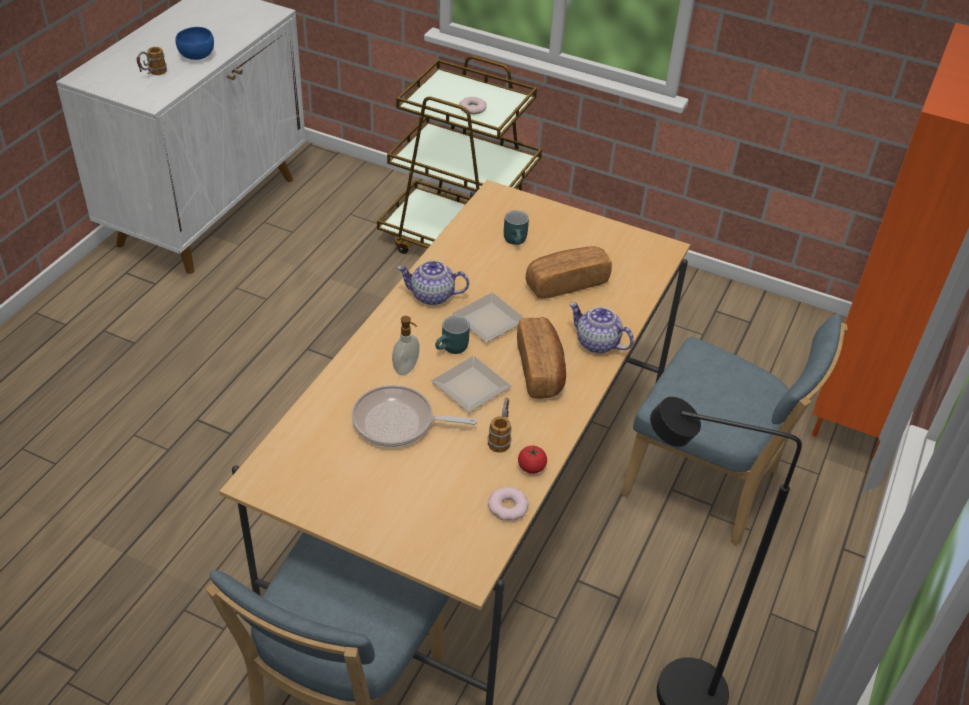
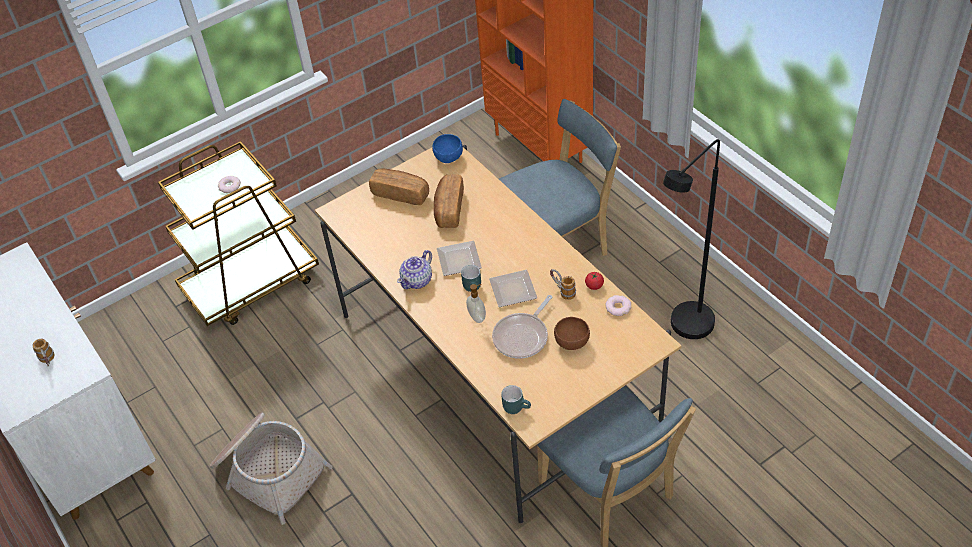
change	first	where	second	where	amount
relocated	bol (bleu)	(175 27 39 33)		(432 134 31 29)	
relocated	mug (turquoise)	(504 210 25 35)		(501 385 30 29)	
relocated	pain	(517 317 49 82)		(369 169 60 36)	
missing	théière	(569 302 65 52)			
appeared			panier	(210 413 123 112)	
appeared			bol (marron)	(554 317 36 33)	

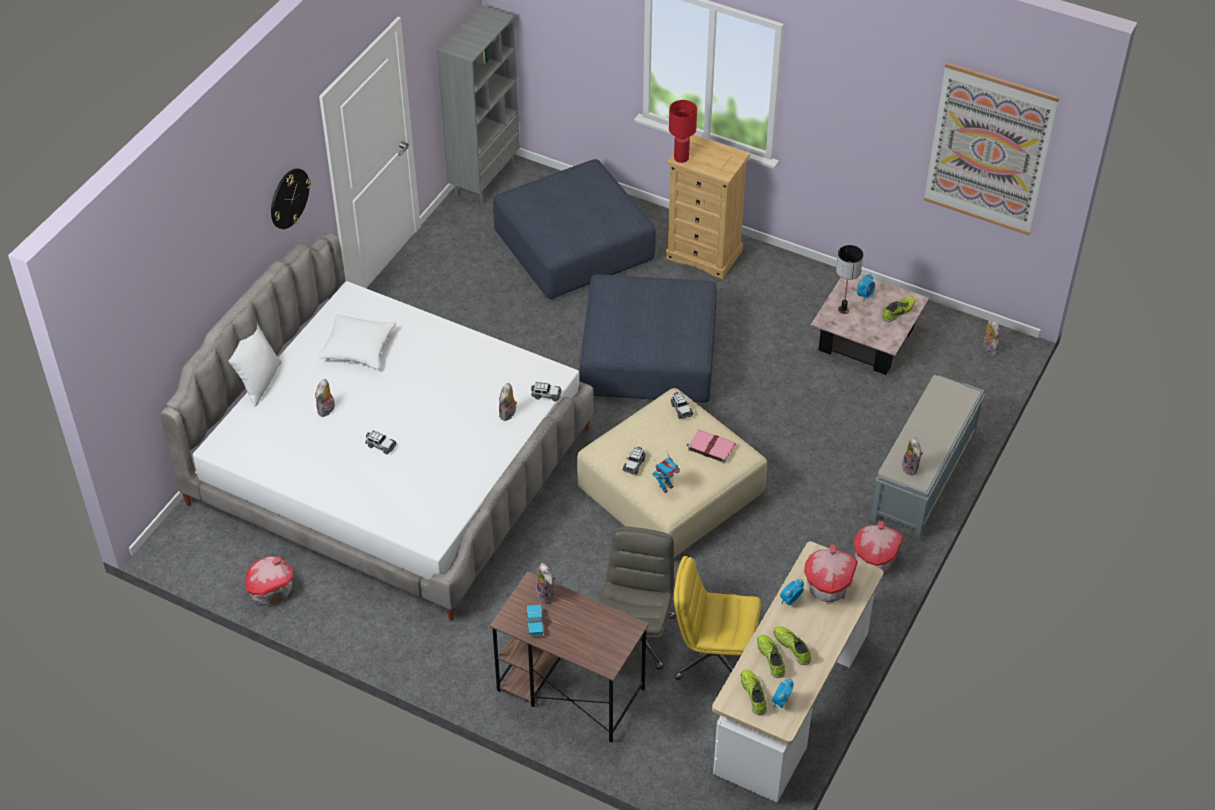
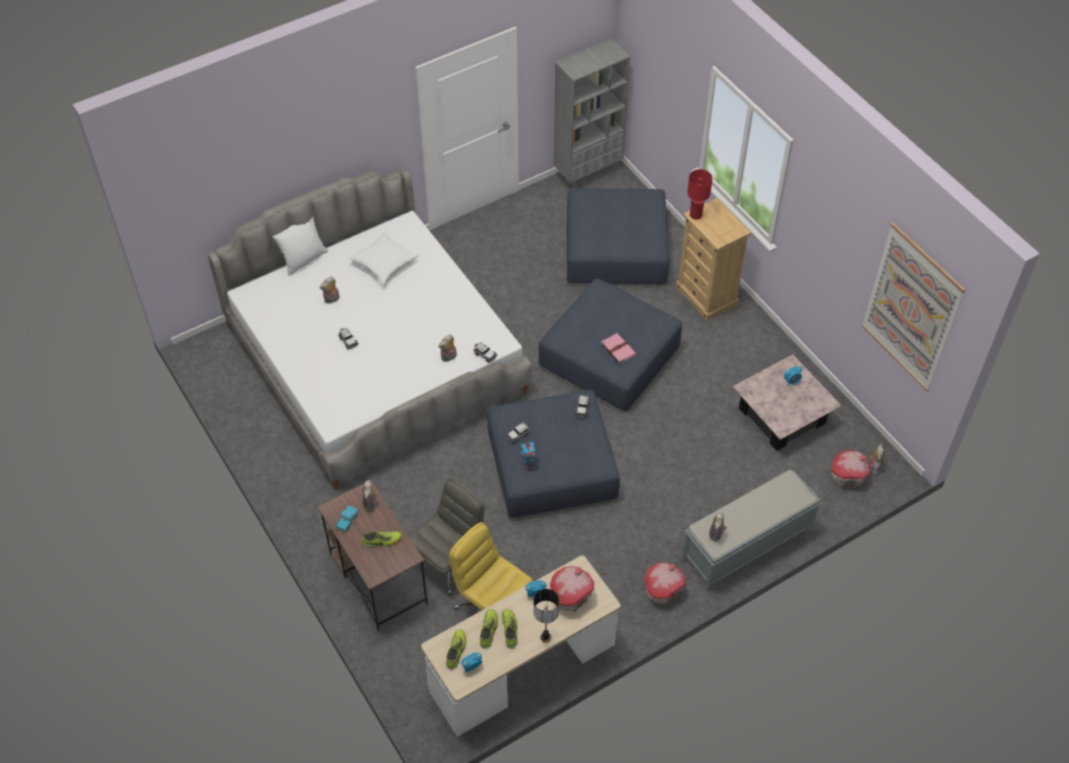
change	first	where	second	where	amount
relocated	maison miniature	(245 556 49 51)		(832 450 39 38)	
missing	horloge murale	(271 168 40 61)			
colour	pouf (beige)	(577 388 190 169)	pouf (bleu)	(488 390 132 128)	
relocated	livre (rose)	(686 429 50 34)		(601 333 35 31)	
relocated	lampe de table	(836 245 27 69)		(533 589 26 54)	
relocated	chaussure	(882 296 33 26)		(362 531 40 17)	

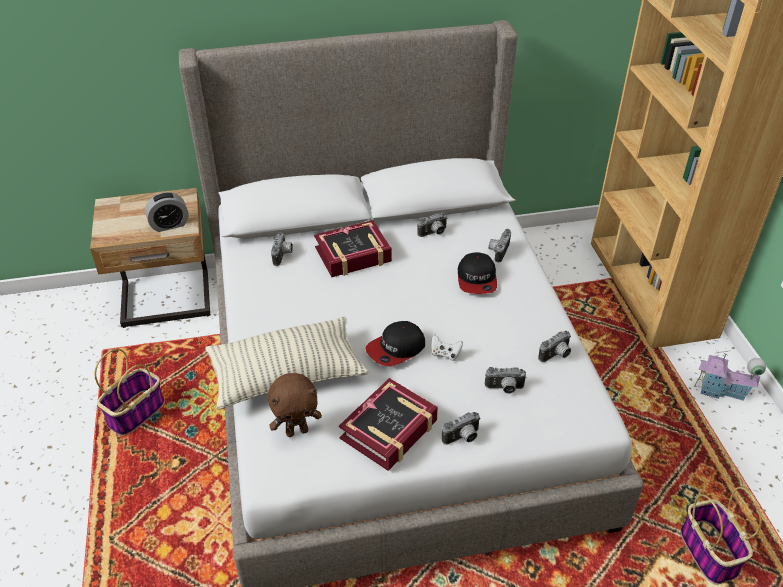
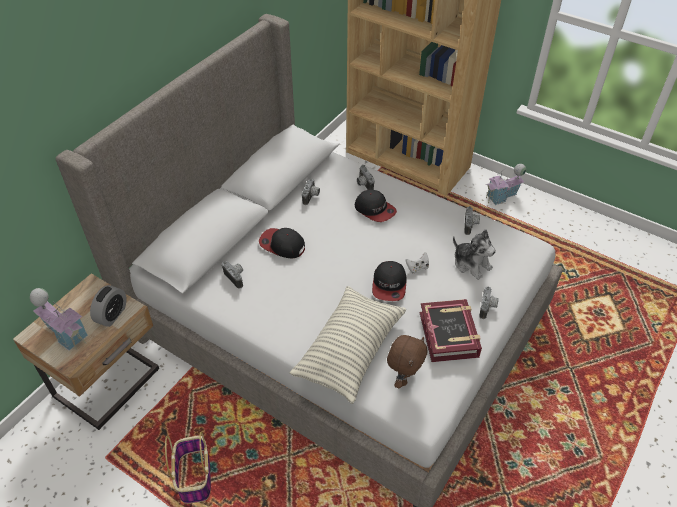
change	first	where	second	where	amount
exchanged	livre	(314 220 78 57)	casquette	(259 228 46 30)	
exchanged	appareil photo	(485 367 42 27)	peluche	(453 229 43 51)	
missing	panier	(680 487 82 98)			
appeared			maison miniature	(30 288 58 63)	

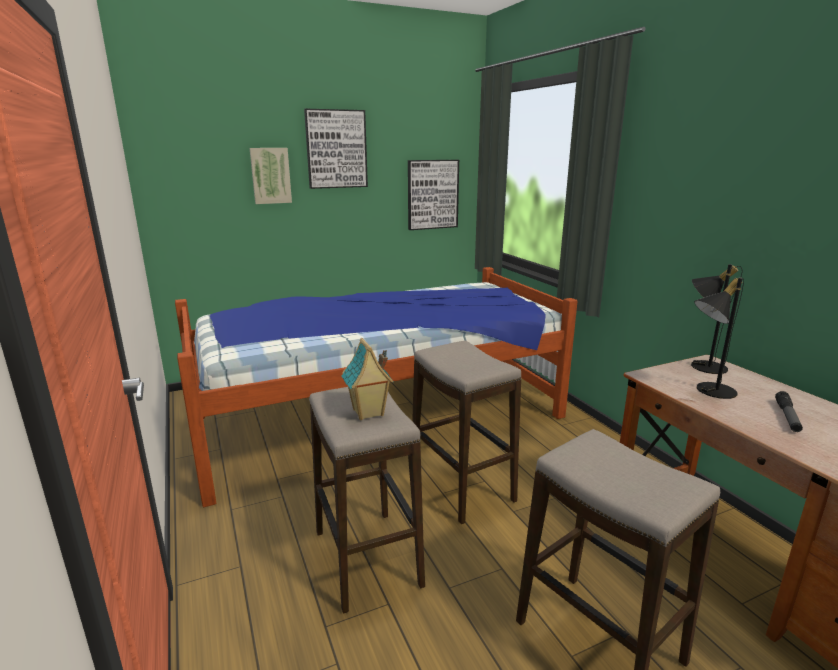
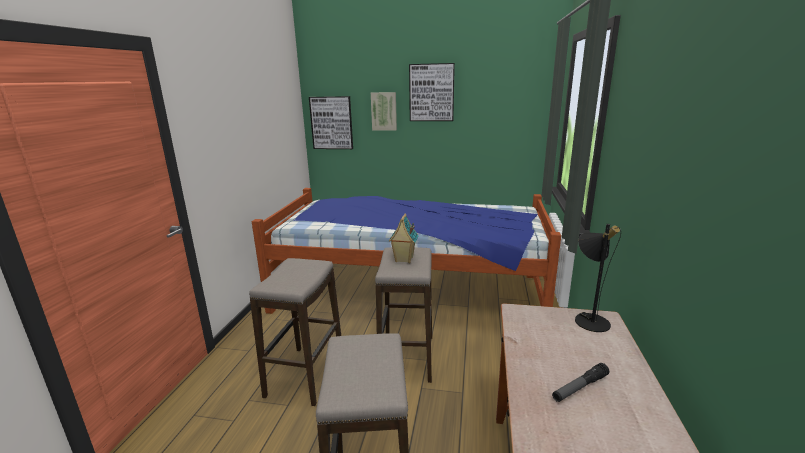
change	first	where	second	where	amount
relocated	maison miniature	(341 338 53 82)		(389 214 30 49)	
relocated	tableau	(408 160 51 70)		(309 96 44 53)	
missing	lampe de table (noir)	(694 278 50 121)			

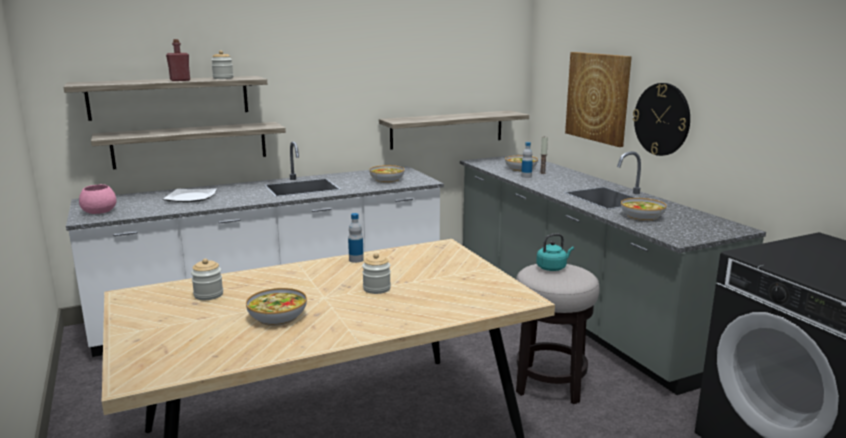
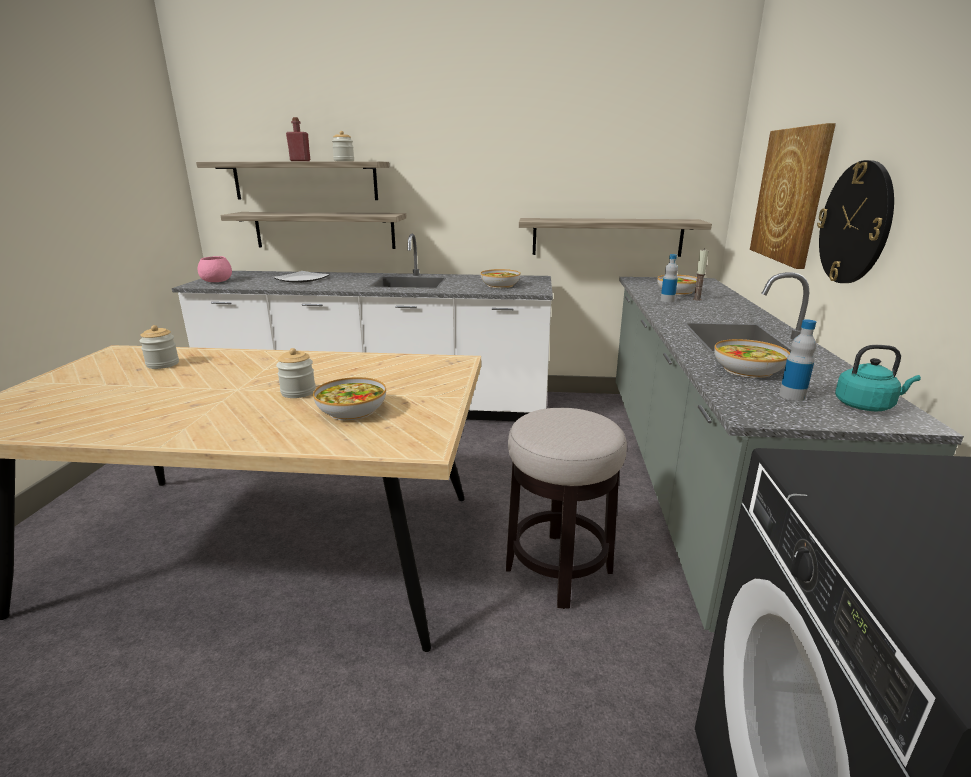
change	first	where	second	where	amount
relocated	bol	(246 288 61 38)		(313 377 73 44)	
relocated	bouteille	(348 213 16 50)		(779 319 37 82)	
relocated	bouilloire (turquoise)	(536 233 38 38)		(835 345 86 66)	

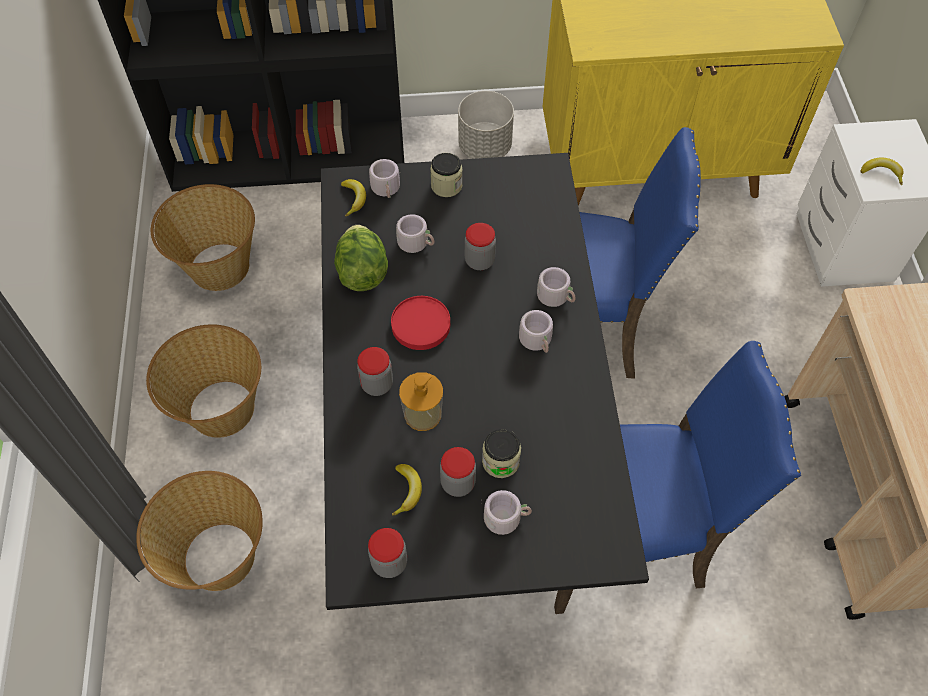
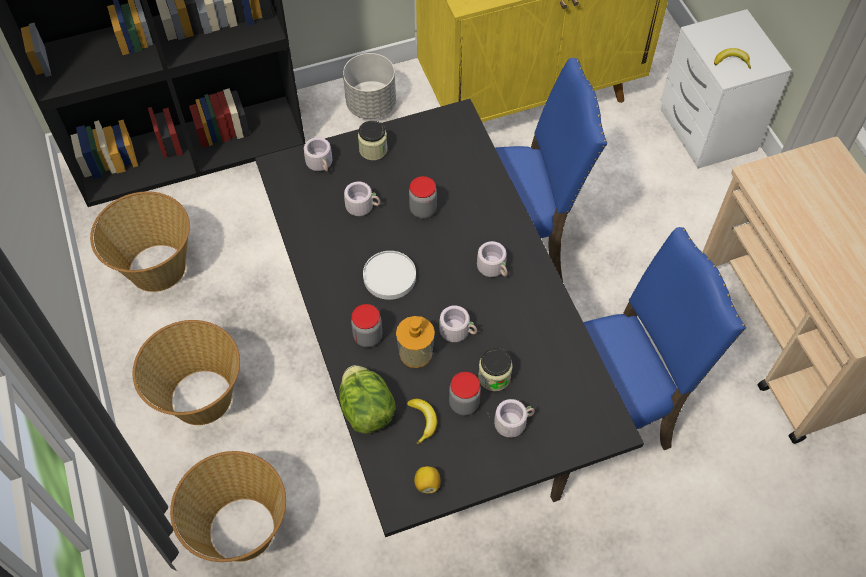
change	first	where	second	where	amount
relocated	laitue	(334 225 54 66)		(339 365 56 69)	
missing	banane	(341 179 25 37)			
exchanged	bocal	(368 528 39 50)	citron	(414 466 27 28)	
colour	assiette (rouge)	(391 296 59 54)	assiette (blanc)	(363 251 53 49)	
relocated	mug (gris)	(537 267 39 40)		(439 306 38 36)	

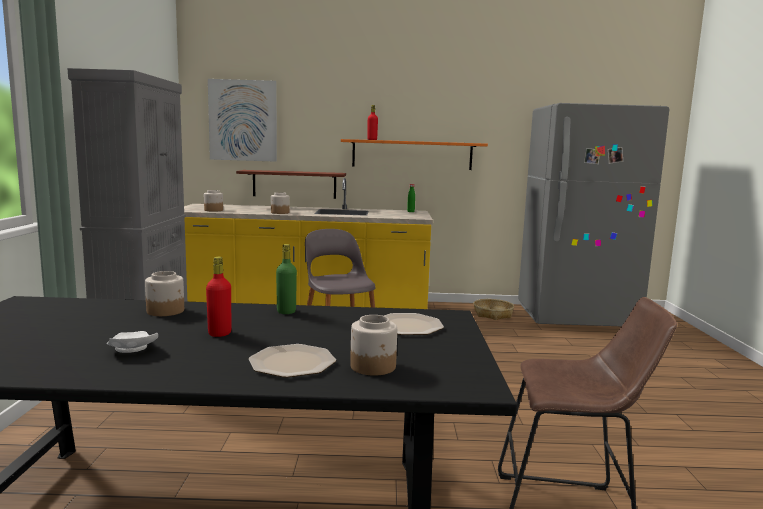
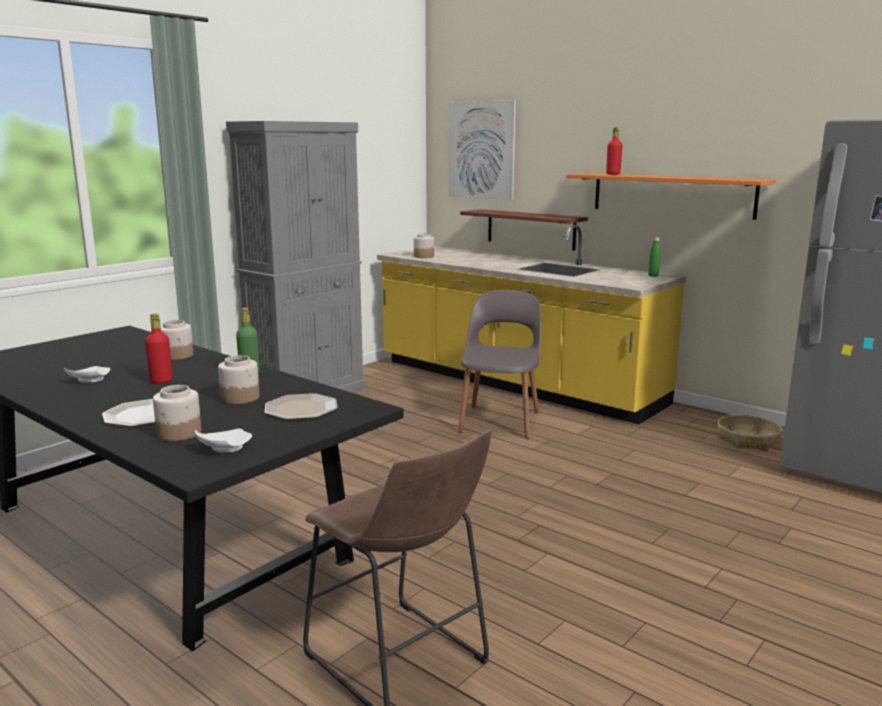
change	first	where	second	where	amount
relocated	bocal	(271 192 19 22)		(218 355 41 49)	
appeared			assiette (blanc)	(195 429 57 23)	

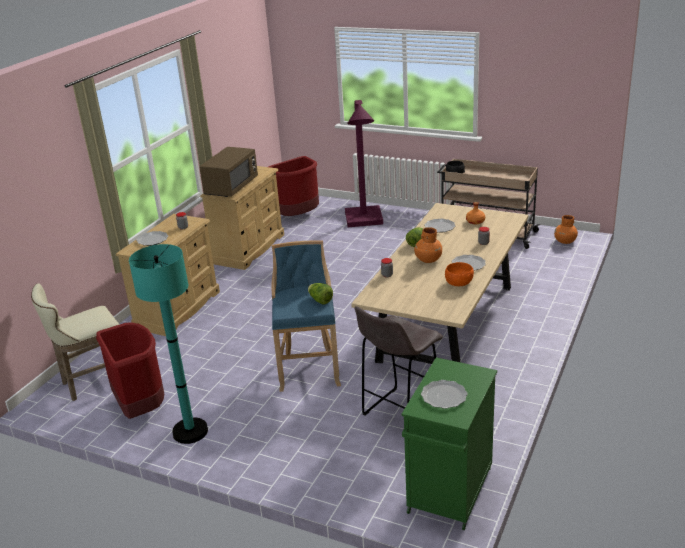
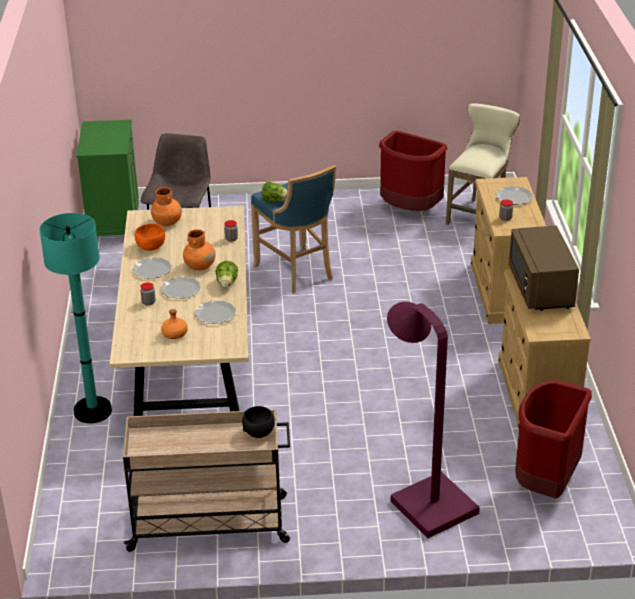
change	first	where	second	where	amount
relocated	lampadaire (turquoise)	(129 244 79 200)		(39 213 73 210)	
relocated	assiette	(421 380 47 29)		(161 276 40 23)	
relocated	vase (orange)	(554 215 24 29)		(151 187 31 39)	

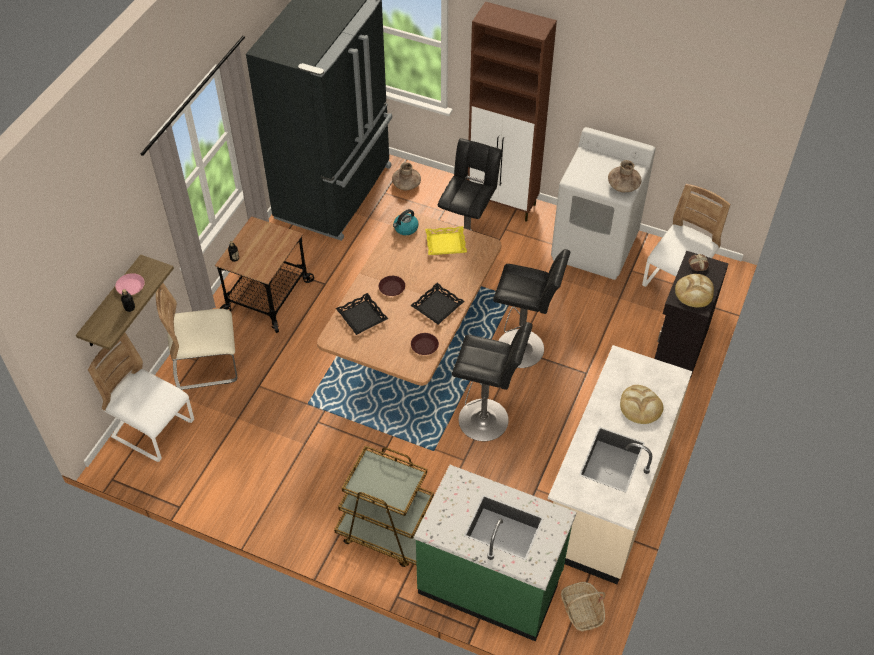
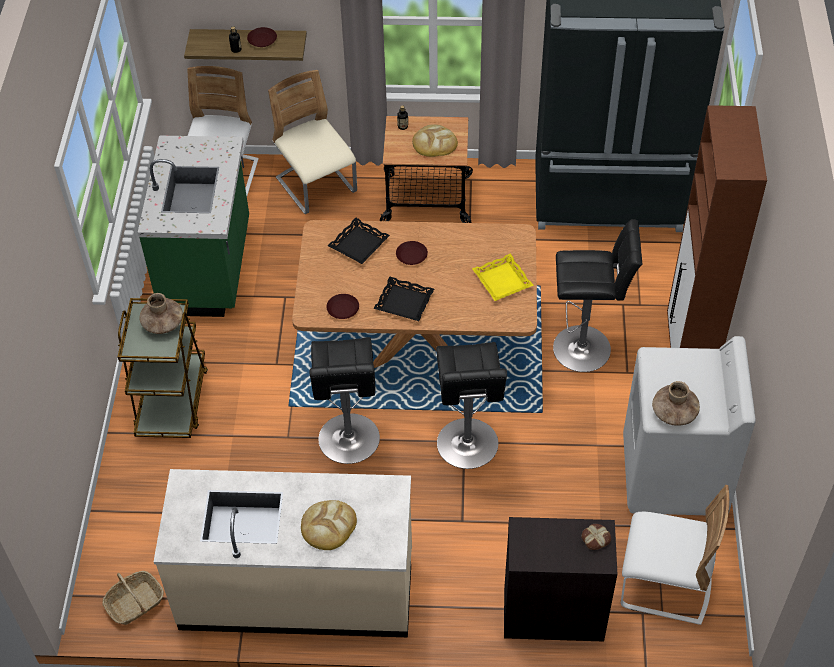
change	first	where	second	where	amount
colour	assiette (rose)	(115 273 30 22)	assiette (marron)	(247 27 30 20)	
relocated	vase (marron)	(392 162 29 29)		(139 293 44 41)	
missing	bouilloire	(393 209 26 26)			
relocated	comptoir de cuisine (vert)	(414 465 163 176)		(138 135 111 182)	
relocated	pain	(675 274 39 34)		(412 124 46 33)	

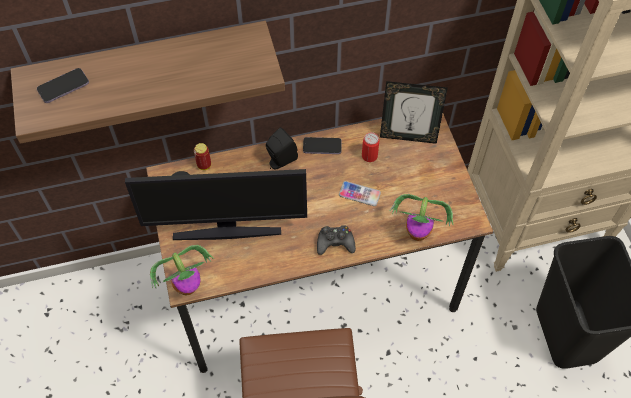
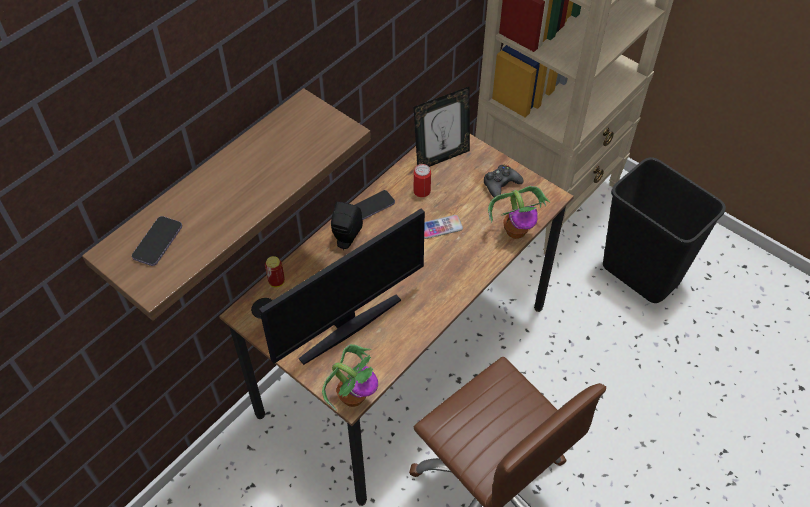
change	first	where	second	where	amount
relocated	manette (noir)	(317 225 39 30)		(484 165 40 33)	

